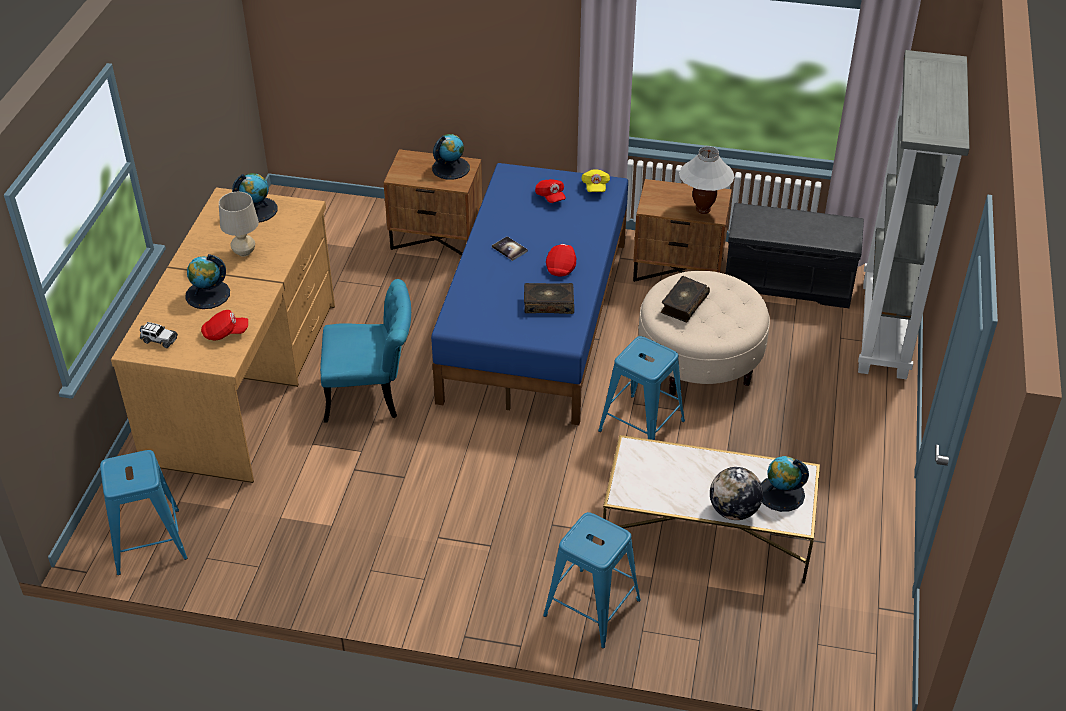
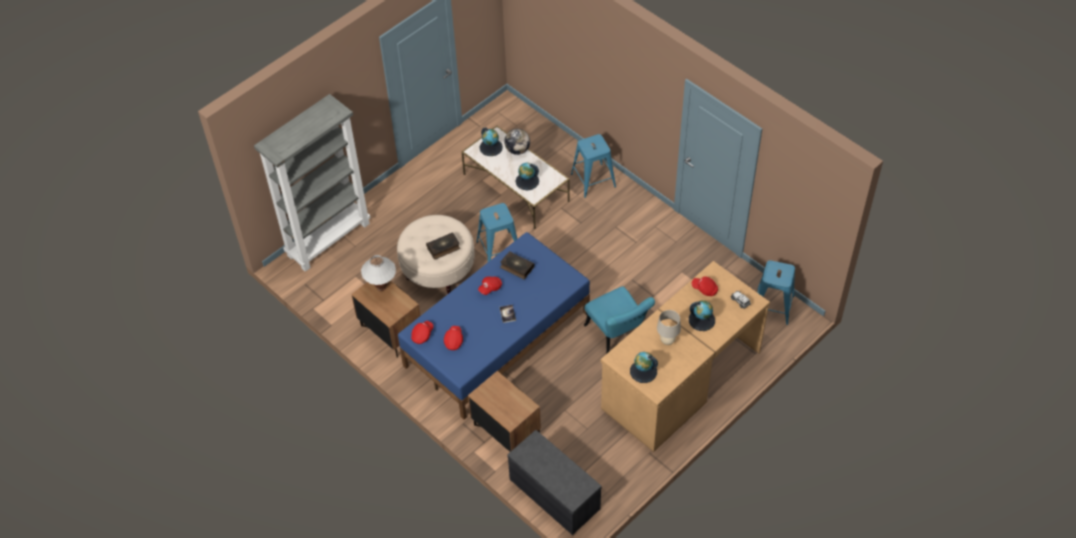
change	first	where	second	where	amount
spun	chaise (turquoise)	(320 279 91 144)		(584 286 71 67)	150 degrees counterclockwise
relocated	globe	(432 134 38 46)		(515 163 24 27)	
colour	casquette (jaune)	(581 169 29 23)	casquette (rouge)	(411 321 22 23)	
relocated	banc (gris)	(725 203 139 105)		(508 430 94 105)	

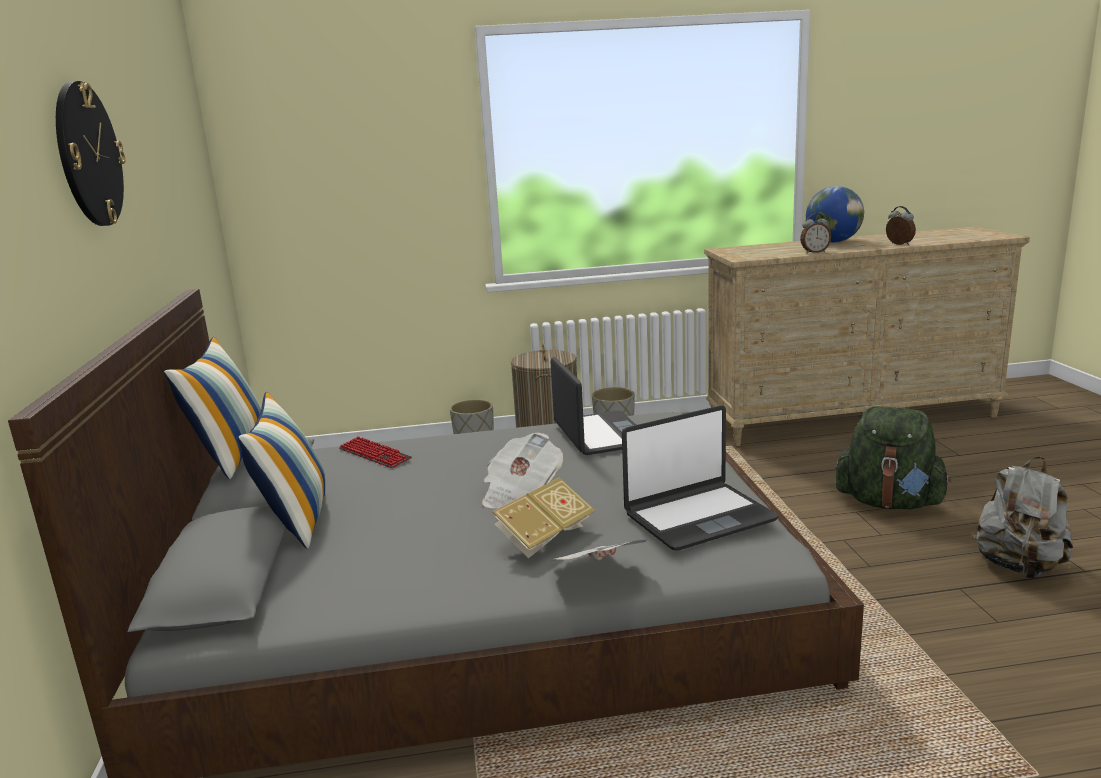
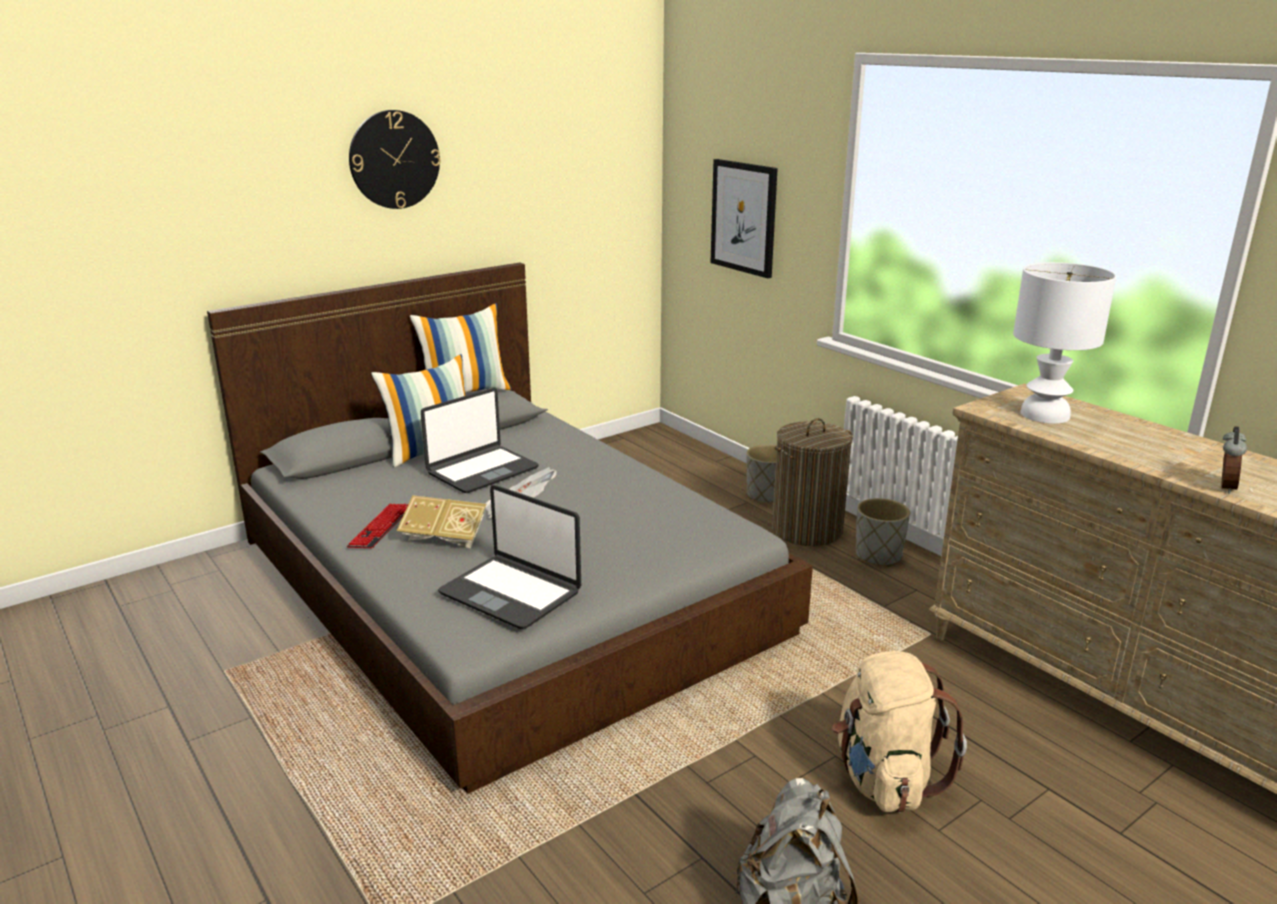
change	first	where	second	where	amount
relocated	clavier	(339 436 73 32)		(347 504 61 44)	
relocated	ordinateur portable	(550 357 86 98)		(421 388 118 105)	
missing	journal	(550 540 97 21)			
missing	réveil	(800 213 31 41)			
missing	globe	(806 186 58 57)			
colour	sac à dos (vert)	(835 406 116 103)	sac à dos (beige)	(832 651 135 162)	
appeared			tableau	(711 159 67 119)	
appeared			lampe de table (blanc)	(1013 262 103 162)	

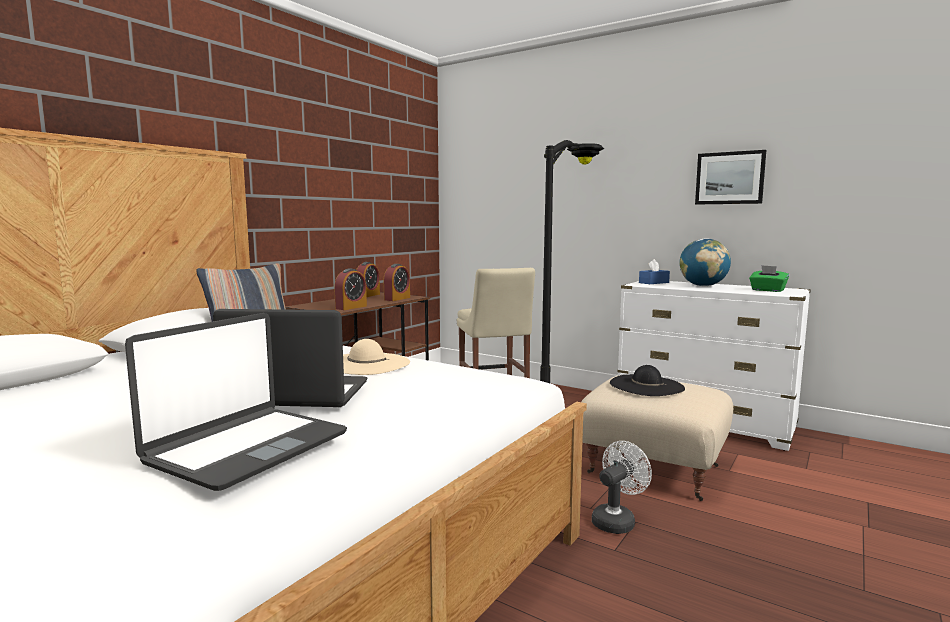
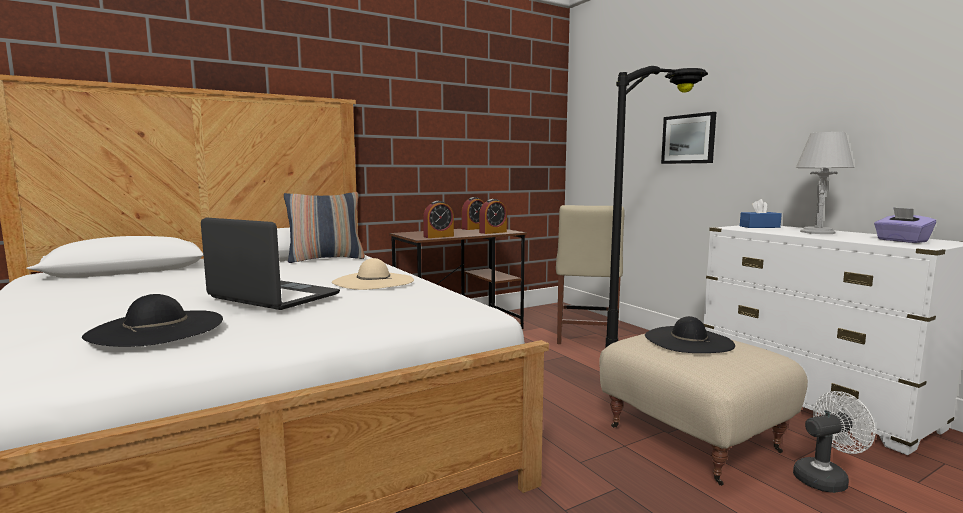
change	first	where	second	where	amount
exchanged	ordinateur portable	(125 313 222 178)	chapeau (noir)	(82 294 141 53)	
relocated	ventilateur (blanc)	(592 441 60 93)		(793 391 83 102)	
exchanged	globe	(679 238 52 48)	lampe de table (gris)	(796 132 58 102)	
relocated	tableau	(695 150 71 54)		(661 112 55 52)	
colour	boîte à mouchoirs (vert)	(749 265 40 27)	boîte à mouchoirs (violet)	(874 207 62 36)	

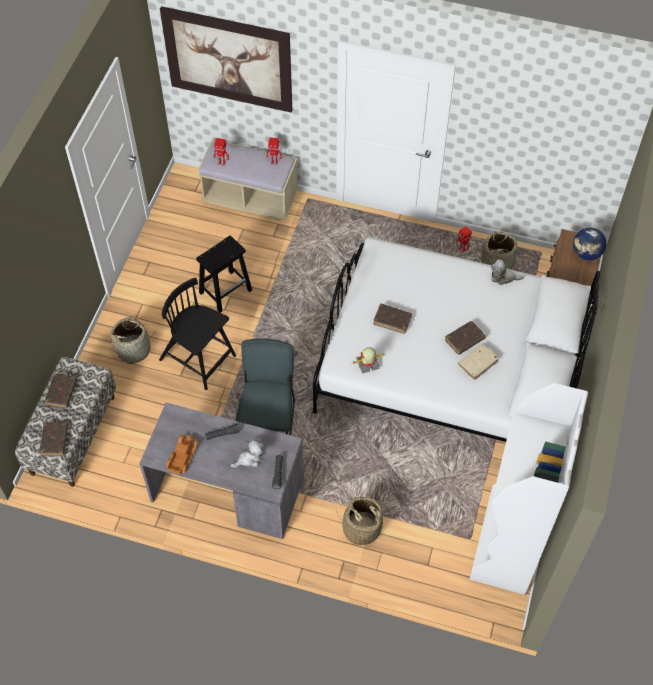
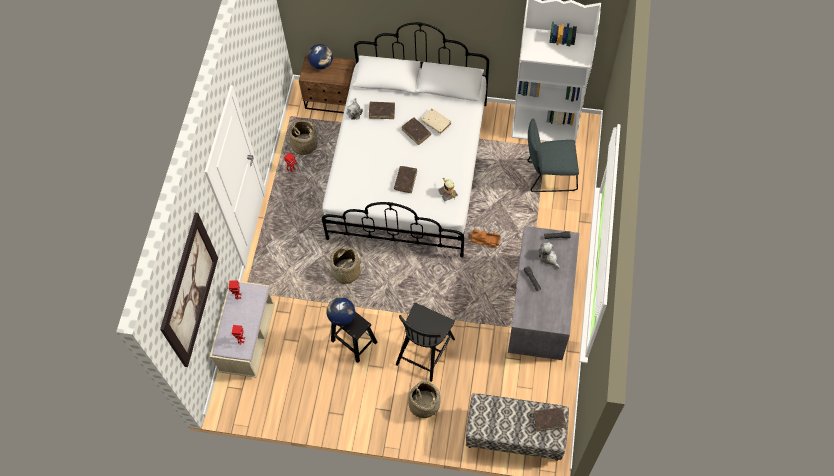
change	first	where	second	where	amount
relocated	livre (marron)	(44 373 33 35)		(369 102 26 17)	
relocated	camion jouet	(166 435 33 40)		(470 229 31 18)	
relocated	chaise (gris)	(236 339 59 96)		(528 119 51 73)	
relocated	panier	(336 497 49 48)		(330 247 30 39)	
appeared			globe	(326 297 29 29)	

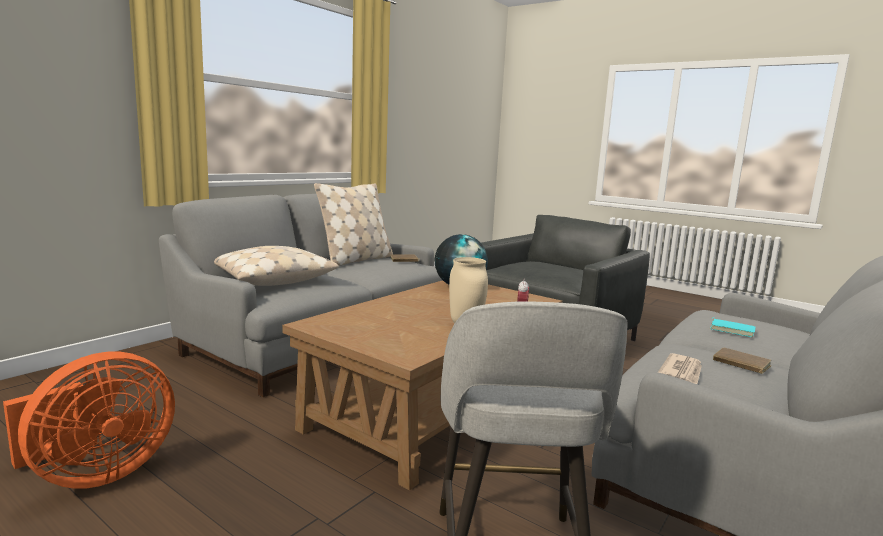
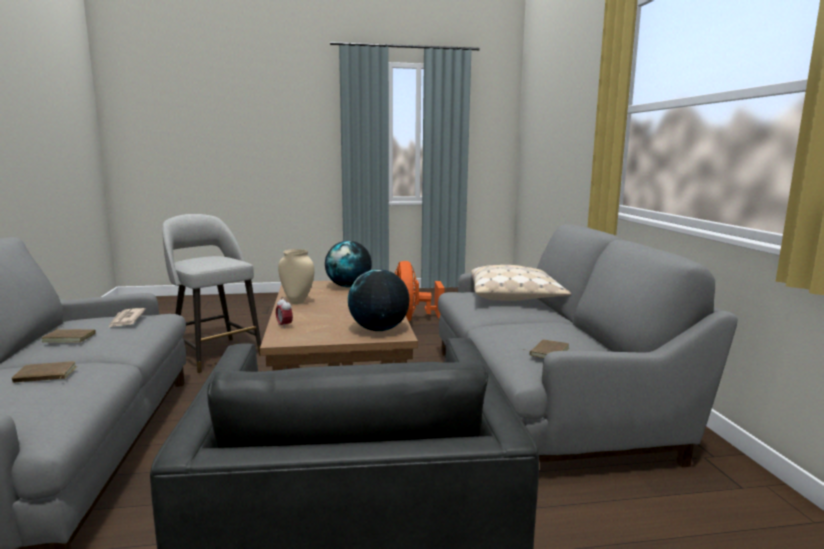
change	first	where	second	where	amount
missing	coussin (beige)	(314 183 79 83)			
colour	livre (turquoise)	(710 317 45 20)	livre (marron)	(12 361 65 22)	
appeared			globe	(325 241 47 46)	

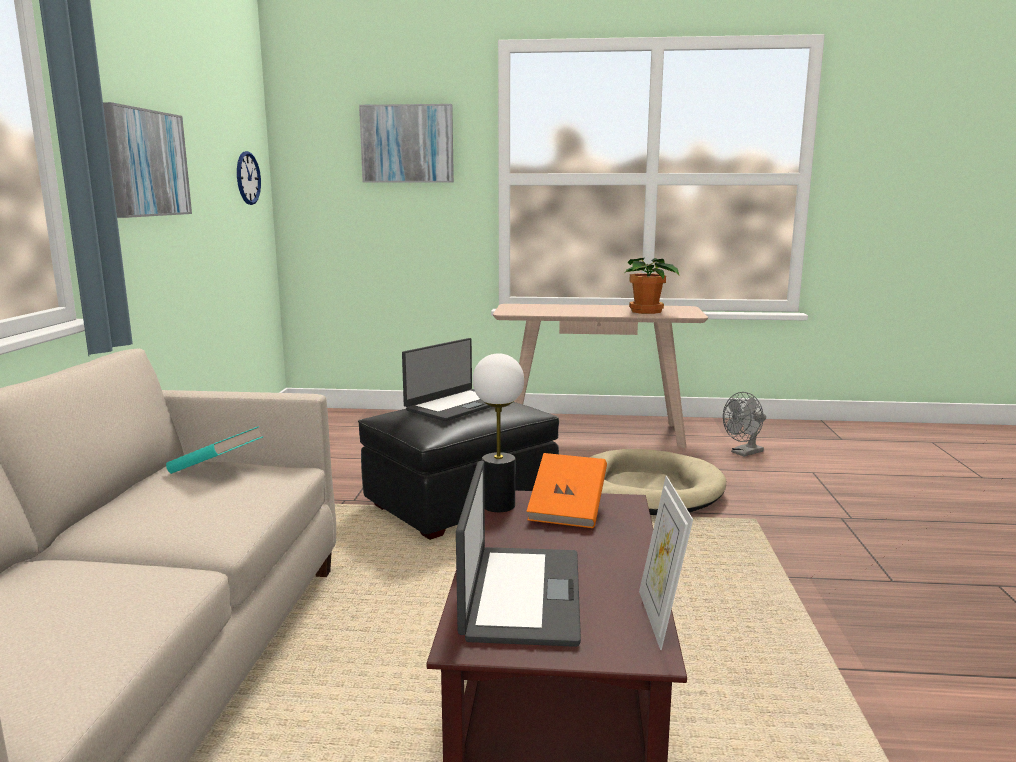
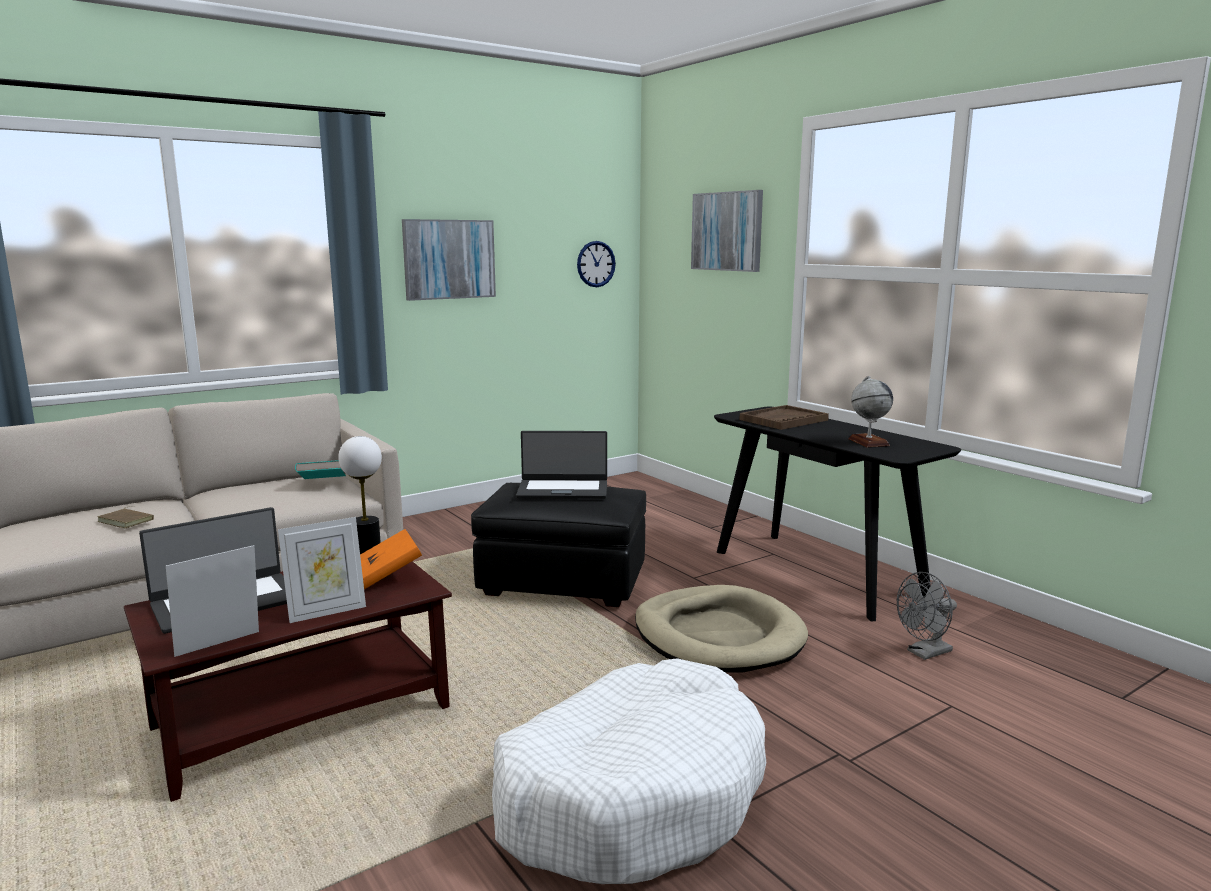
change	first	where	second	where	amount
colour	table console (beige)	(493 304 215 144)	table console (noir)	(714 407 247 214)	
exchanged	plante en pot	(625 258 54 56)	globe	(848 376 45 72)	
spun	ventilateur (gris)	(723 392 43 65)		(897 572 60 88)	45 degrees counterclockwise
appeared			livre (marron)	(97 506 57 22)	
appeared			cadre photo	(278 517 88 106)	
appeared			panier pour chien (blanc)	(492 658 274 226)	
appeared			plateau (marron)	(740 405 89 25)	

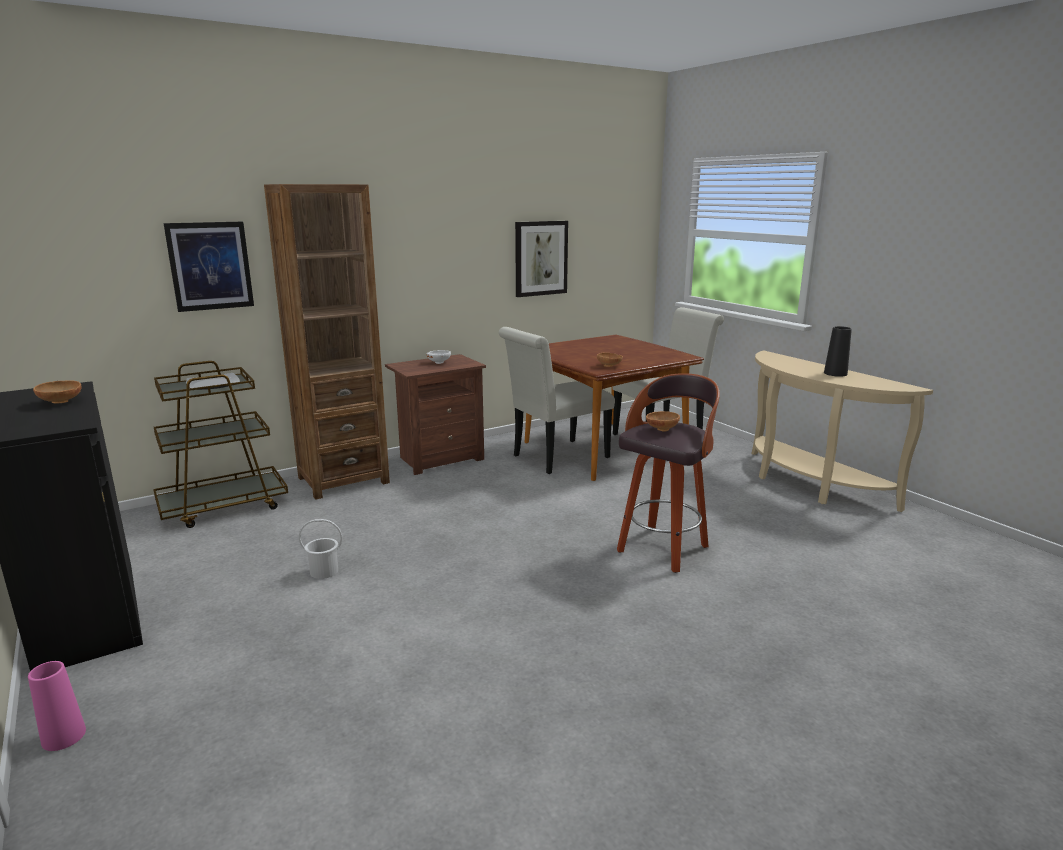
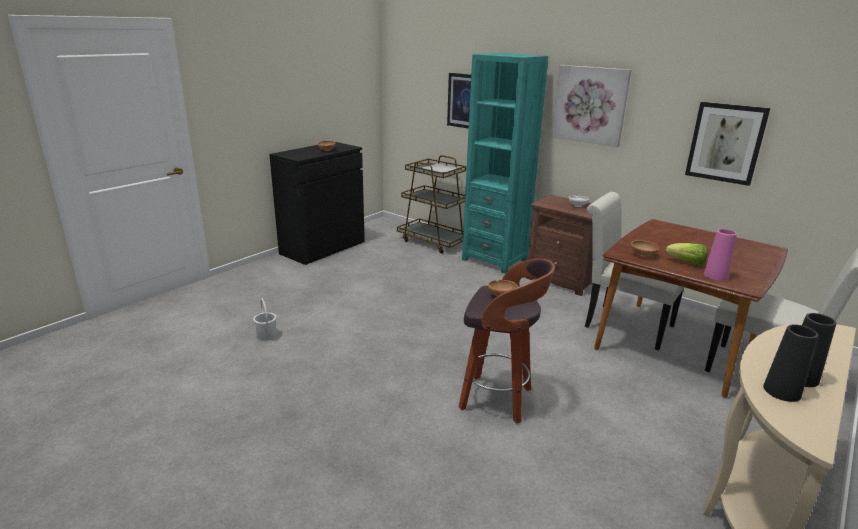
change	first	where	second	where	amount
relocated	vase (rose)	(28 661 58 90)		(704 229 33 52)	
colour	bibliothèque (marron)	(264 184 126 316)	bibliothèque (turquoise)	(462 53 86 221)	
relocated	seau (blanc)	(299 519 43 60)		(253 298 24 43)	
appeared			tableau	(552 65 79 82)	
appeared			laitue	(665 243 42 23)	
appeared			vase (noir)	(763 324 55 78)	

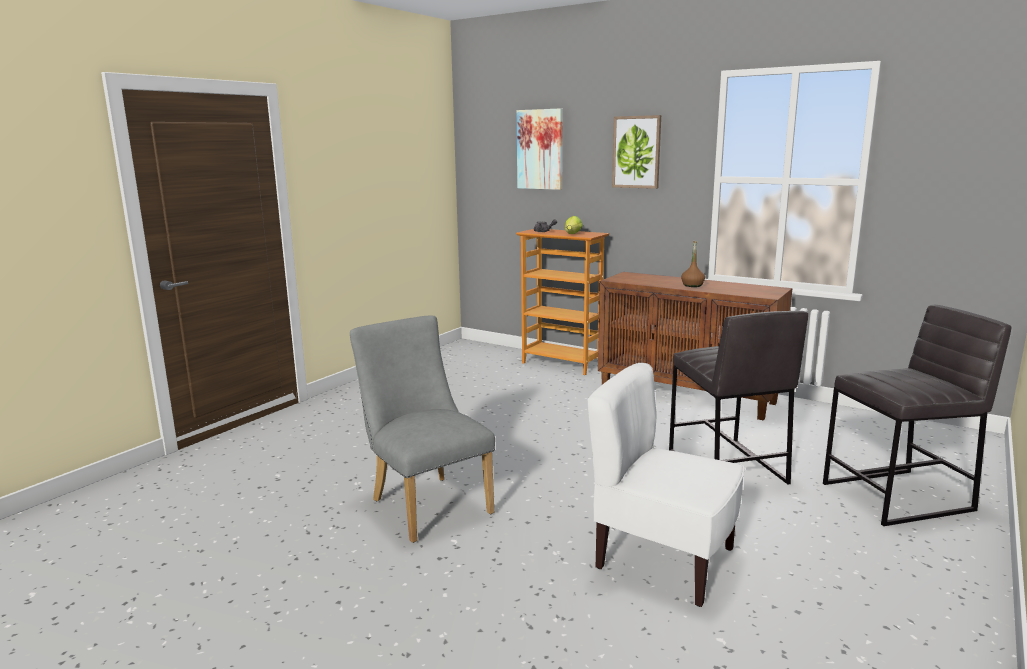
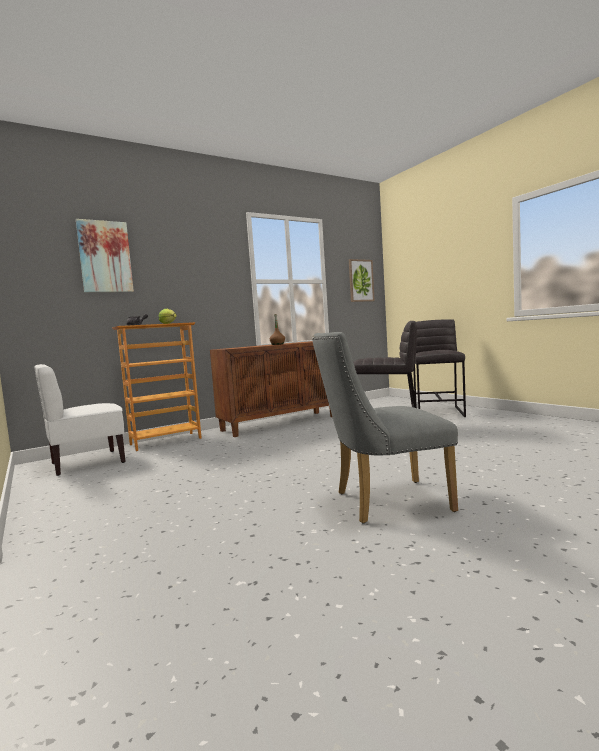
change	first	where	second	where	amount
relocated	chaise (blanc)	(588 363 156 244)		(34 364 92 112)	
relocated	tableau	(612 115 49 74)		(349 259 26 43)	

